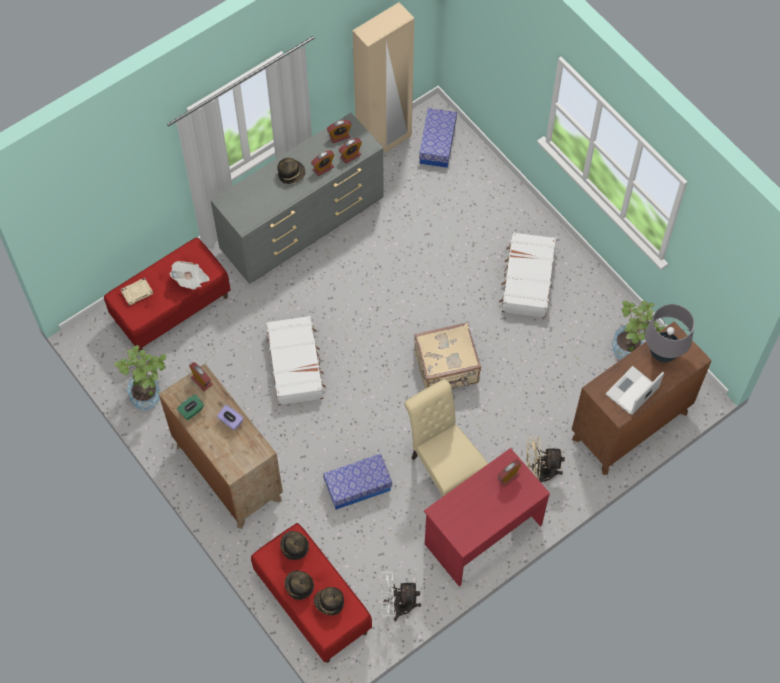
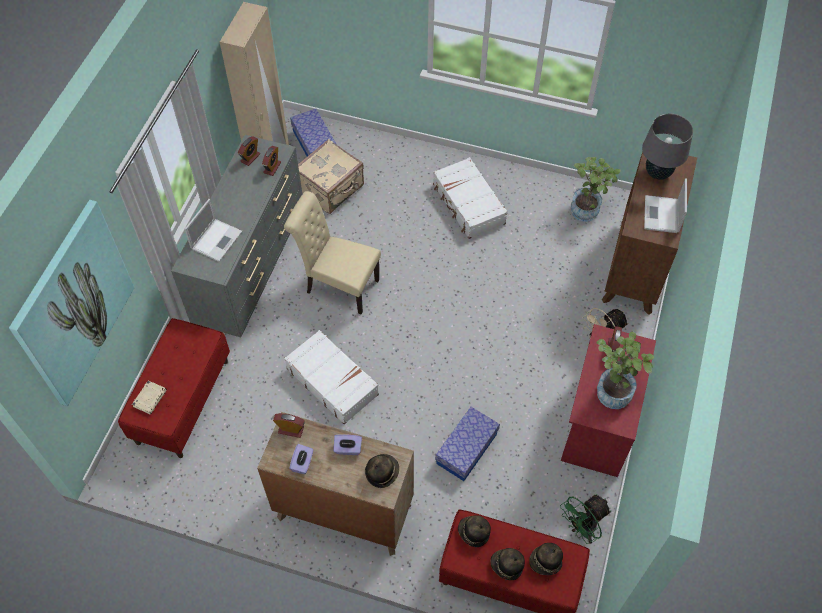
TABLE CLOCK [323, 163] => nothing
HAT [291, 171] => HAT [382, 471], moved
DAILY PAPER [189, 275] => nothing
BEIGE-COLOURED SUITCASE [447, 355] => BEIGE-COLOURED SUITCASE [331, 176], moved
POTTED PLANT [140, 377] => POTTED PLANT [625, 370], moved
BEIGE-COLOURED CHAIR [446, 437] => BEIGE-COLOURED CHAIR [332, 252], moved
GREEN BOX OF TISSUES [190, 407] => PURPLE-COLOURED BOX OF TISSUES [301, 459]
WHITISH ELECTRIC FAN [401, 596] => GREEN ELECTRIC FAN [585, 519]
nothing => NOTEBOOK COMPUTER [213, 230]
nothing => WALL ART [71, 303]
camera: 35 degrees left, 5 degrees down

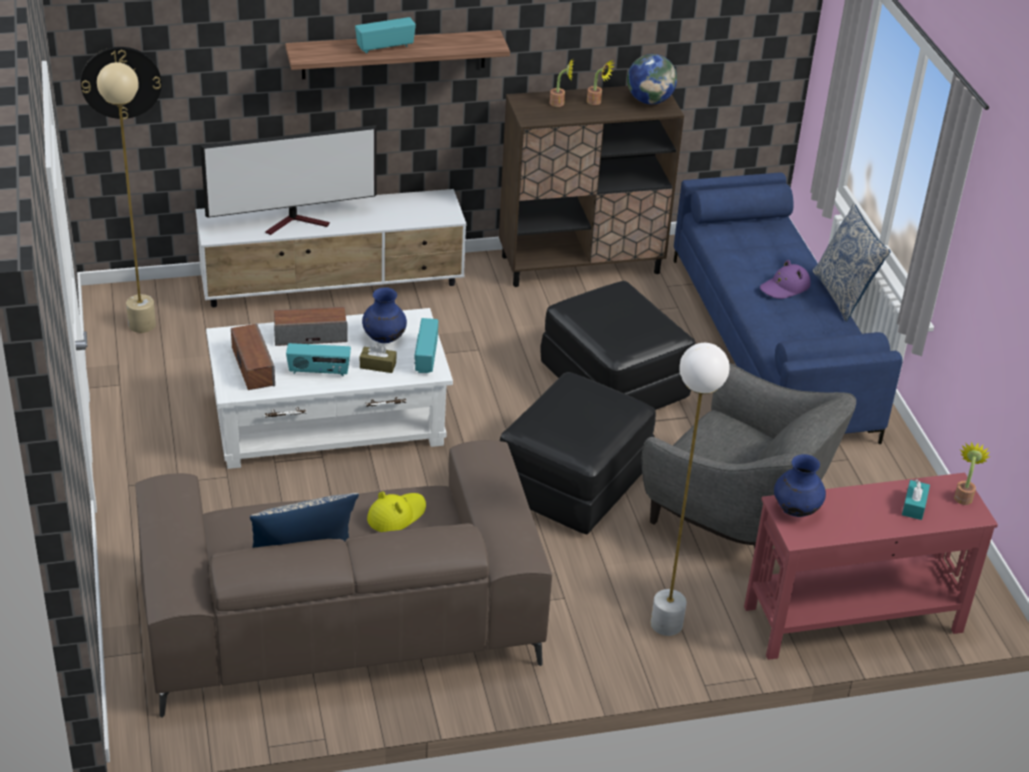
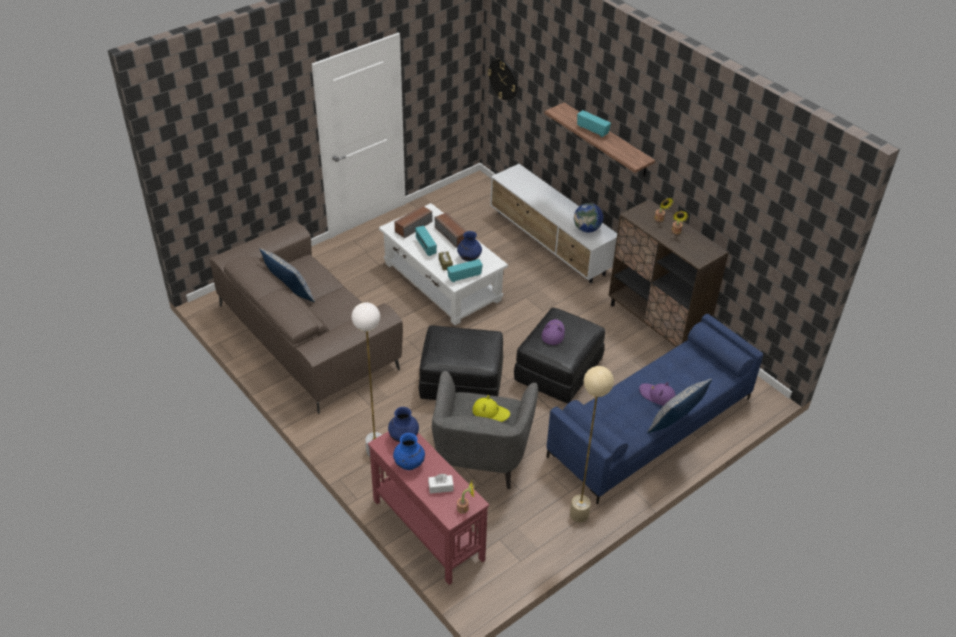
DESK GLOBE [652, 79] => DESK GLOBE [588, 218], moved
BEIGE-COLOURED FLOOR LAMP [126, 197] => BEIGE-COLOURED FLOOR LAMP [592, 444], moved
TV SET [288, 180] => nothing
TURQUOISE-COLOURED BOX OF TISSUES [916, 499] => WHITISH BOX OF TISSUES [441, 484]
YELLOW HAT [396, 511] => YELLOW HAT [491, 408], moved
nothing => PURPLE-COLOURED HAT [553, 332]
nothing => BLUE DECORATIVE VASE [409, 451]
camera: 65 degrees right, 5 degrees up

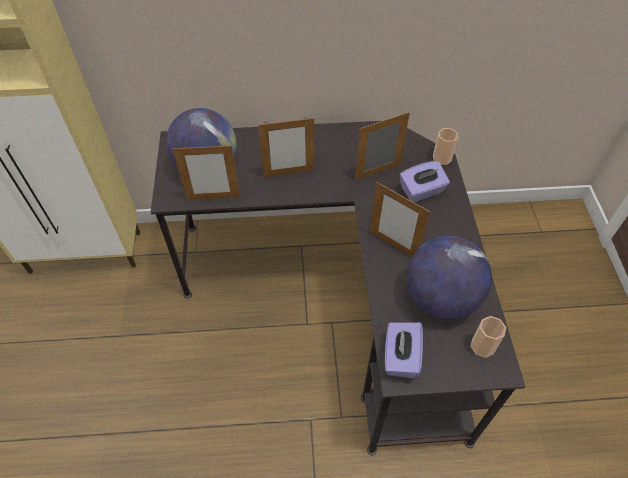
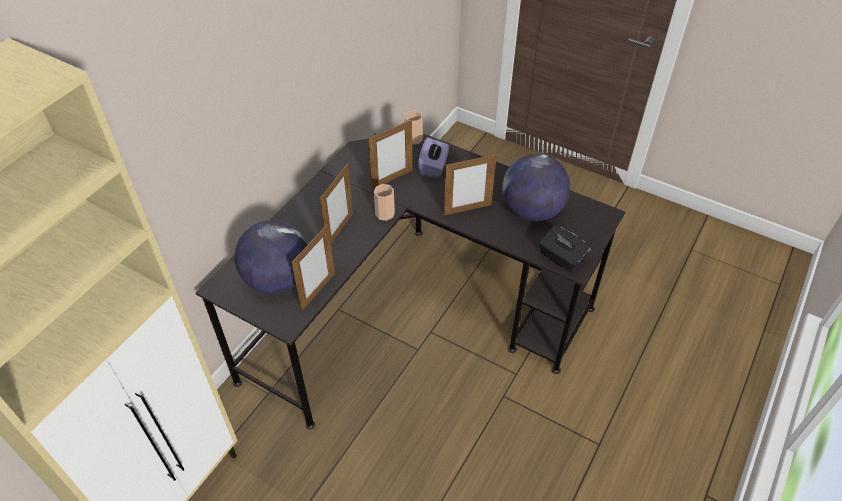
PHOTO FRAME [382, 146] => PHOTO FRAME [390, 154], 135 degrees counterclockwise
DRINKING CUP [488, 337] => DRINKING CUP [384, 202], moved
PURPLE-COLOURED BOX OF TISSUES [404, 351] => BLACK-COLOURED BOX OF TISSUES [565, 248]
camera: 55 degrees left, 5 degrees down

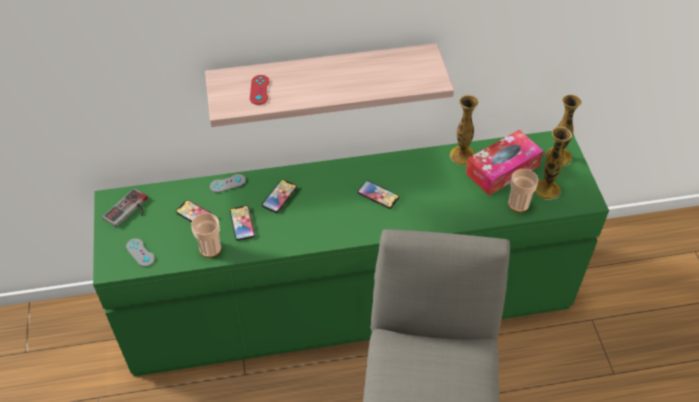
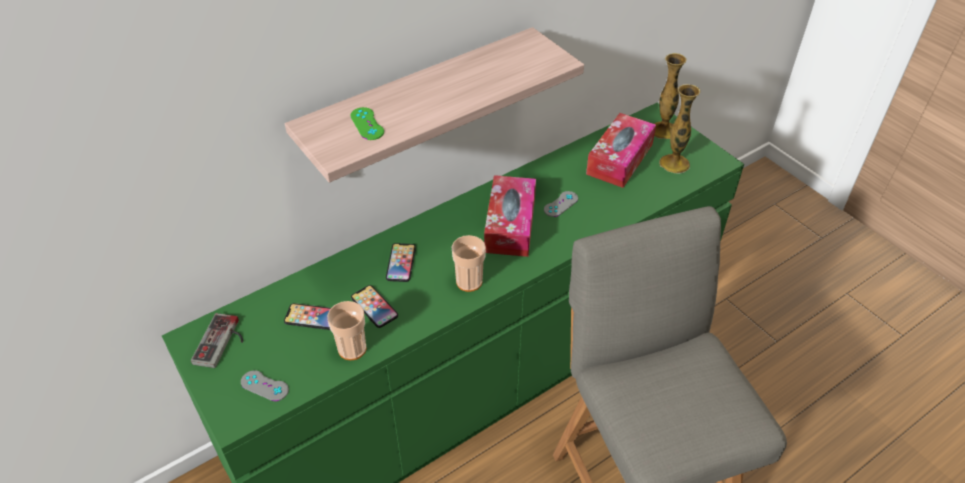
RED JOYPAD [260, 90] => GREEN JOYPAD [367, 123]
DECORATIVE VASE [464, 130] => nothing
DRINKING CUP [523, 190] => DRINKING CUP [469, 263], moved
GREYISH JOYPAD [228, 183] => GREYISH JOYPAD [561, 204], moved
HANDSET [378, 194] => BOX OF TISSUES [510, 216]
camera: 25 degrees left, 5 degrees down

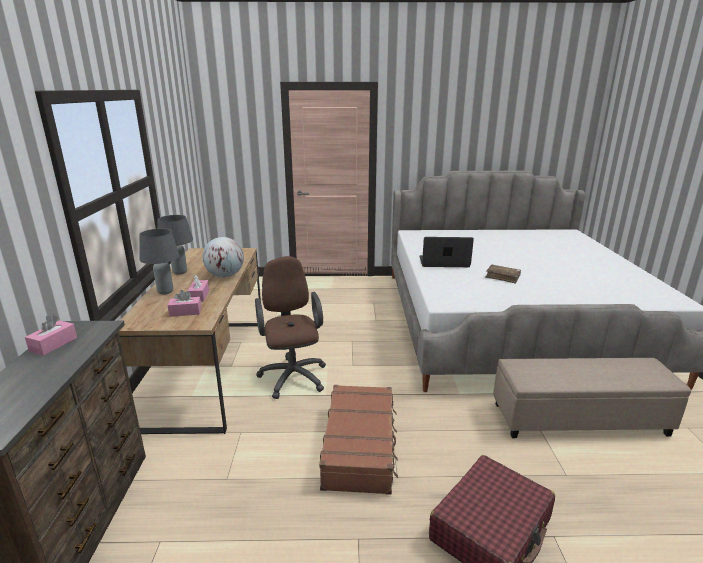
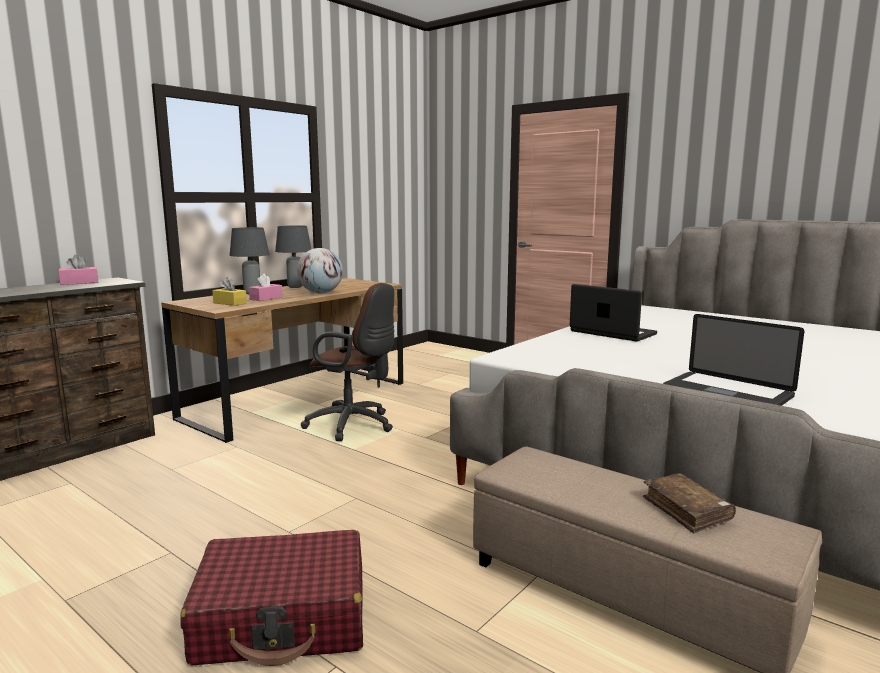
BROWN-COLOURED DESK CHAIR [290, 327] => BROWN-COLOURED DESK CHAIR [347, 362], 90 degrees clockwise
BROWN-COLOURED BOUND BOOK [503, 274] => BROWN-COLOURED BOUND BOOK [689, 503], moved
PINK BOX OF TISSUES [184, 303] => YELLOW BOX OF TISSUES [229, 292]
BROWN-COLOURED SUITCASE [358, 440] => nothing
nothing => NOTEBOOK COMPUTER [733, 360]
camera: 40 degrees right, 10 degrees down

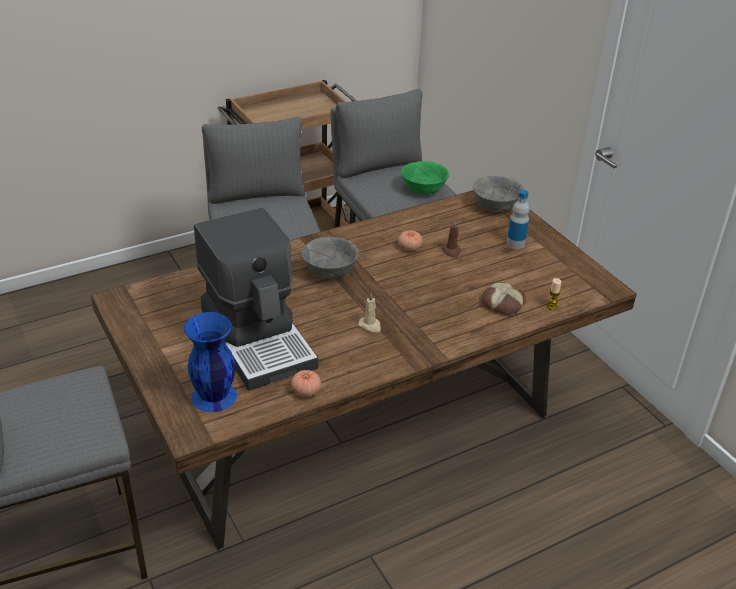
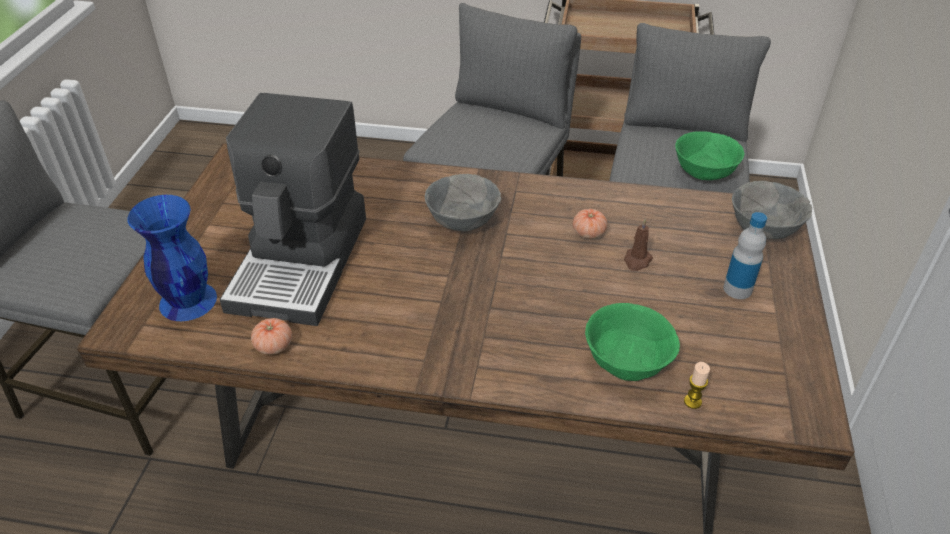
BAKERY BREAD [504, 298] => GREEN DEEP DISH [632, 342]
BEIGE-COLOURED WAX LIGHT [369, 312] => nothing
camera: 40 degrees right, 5 degrees up

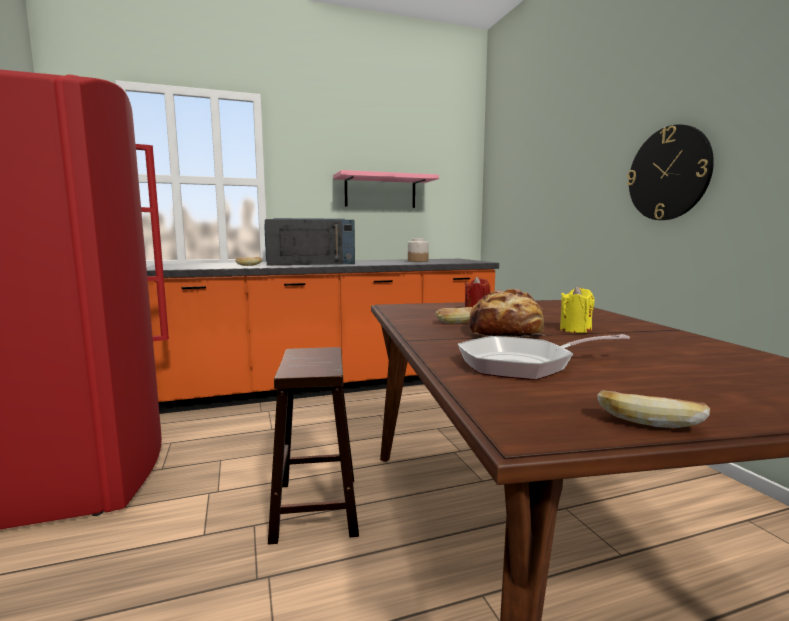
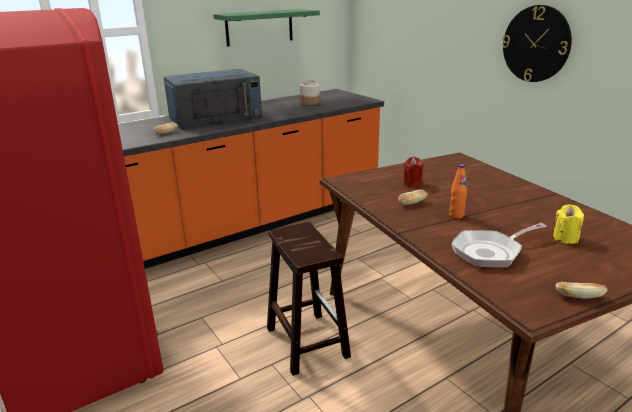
PINK SHELF [386, 189] => GREEN SHELF [266, 27]
YELLOW WAX LIGHT [577, 309] => YELLOW WAX LIGHT [568, 224], moved
BAKERY BREAD [507, 313] => ORANGEY DRINK BOTTLE [458, 191]
camera: 15 degrees left, 15 degrees up

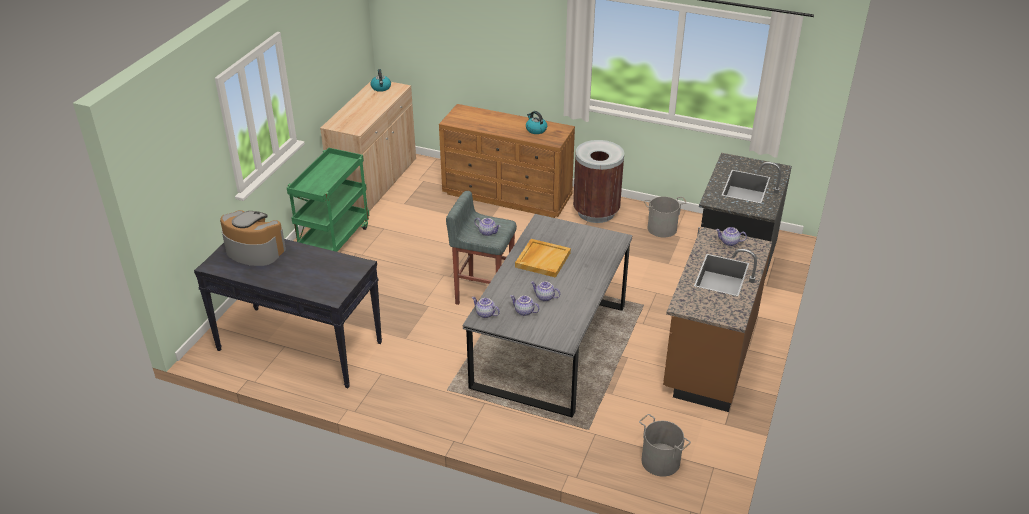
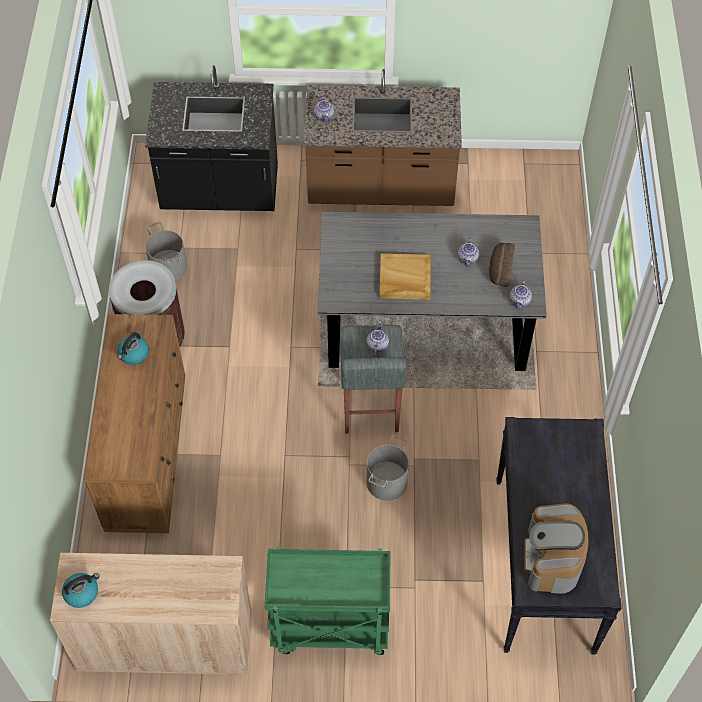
POT FOR TEA [525, 305] => BAKERY BREAD [502, 265]
GREYISH WATER BUCKET [665, 445] => GREYISH WATER BUCKET [387, 468], moved
camera: 110 degrees left, 20 degrees up

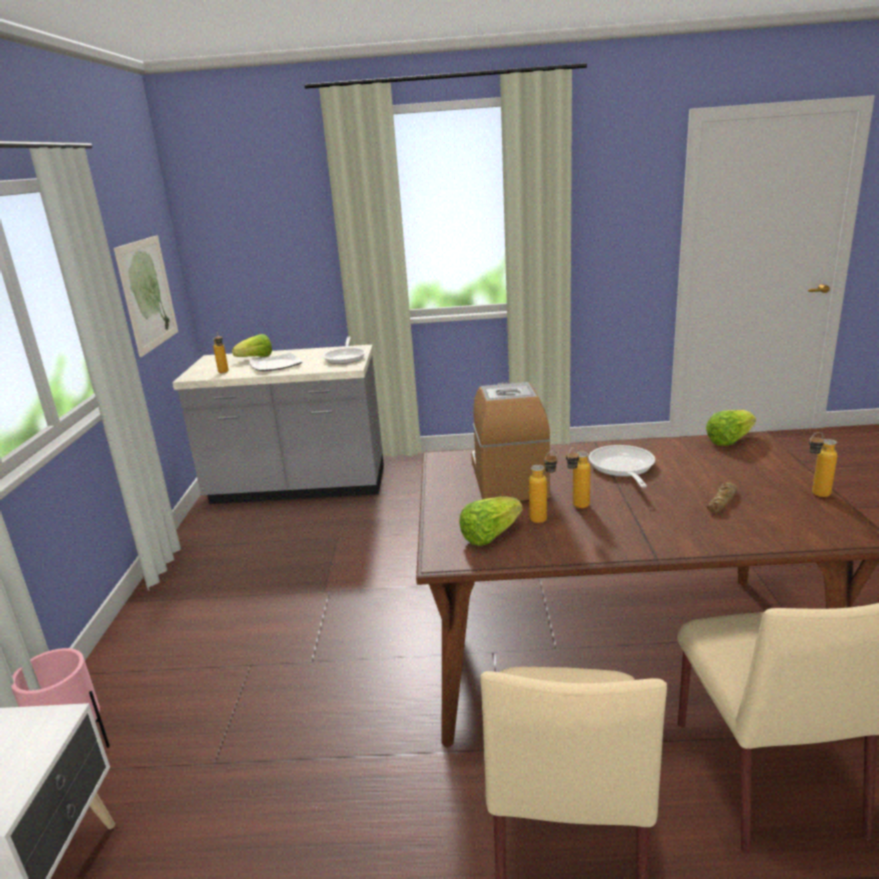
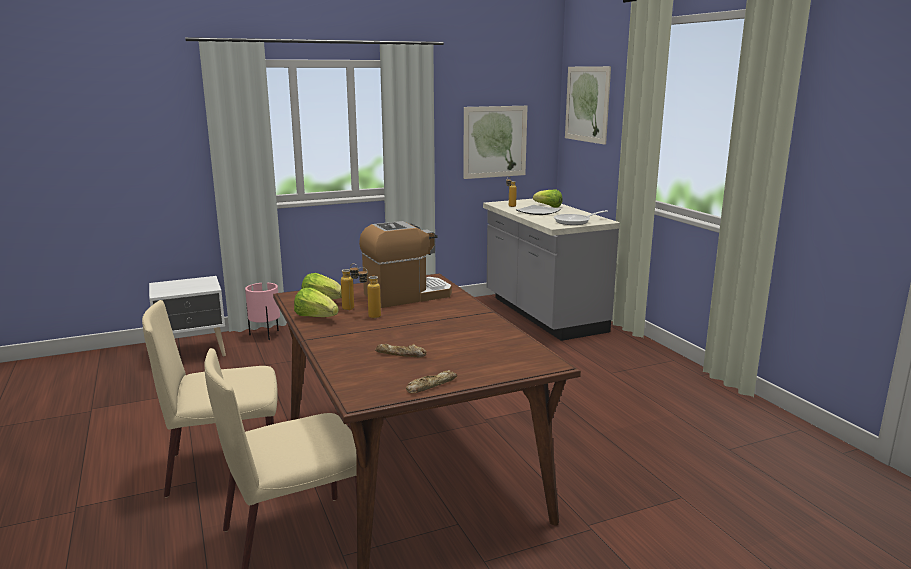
LETTUCE [731, 428] => LETTUCE [316, 302], moved
DRINK BOTTLE [823, 464] => BAKERY BREAD [431, 381]
PAN [621, 466] => nothing
nothing => WALL ART [588, 105]
camera: 65 degrees right, 5 degrees down

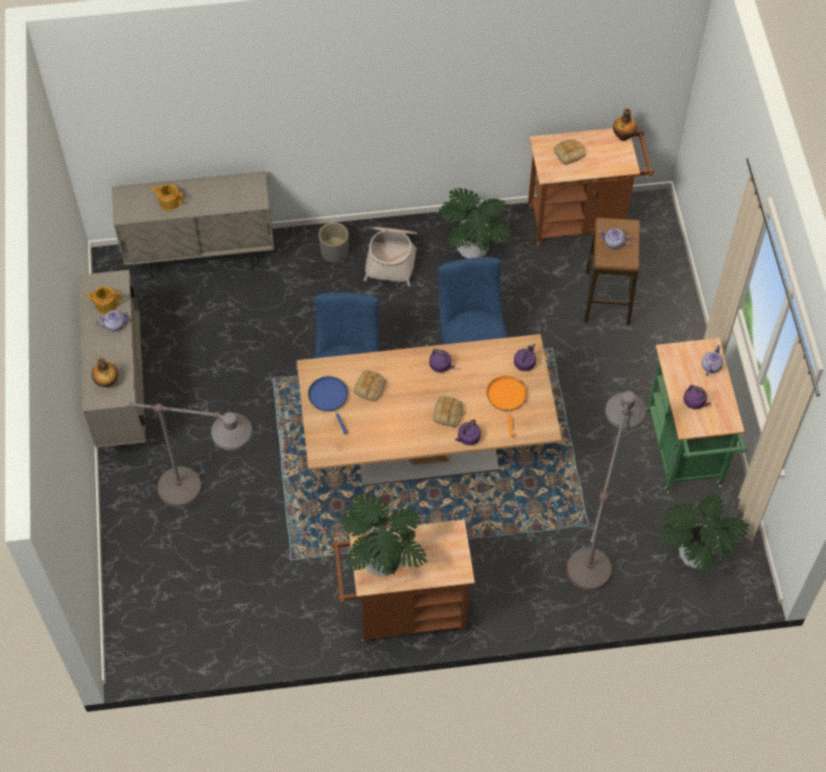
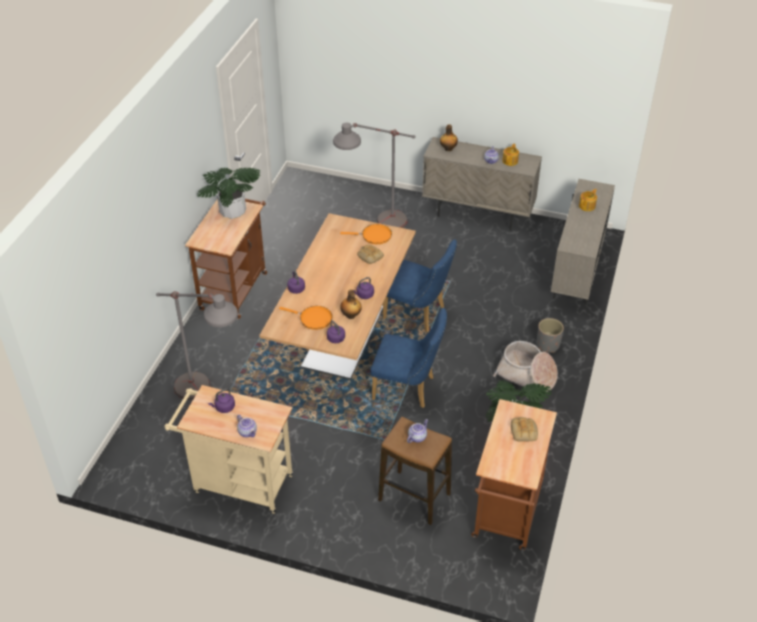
DRINK BOTTLE [625, 124] => DRINK BOTTLE [351, 304], moved
GREEN CART [696, 415] => BEIGE-COLOURED CART [229, 449]
BLUE PAN [328, 405] => ORANGEY PAN [366, 234]
BAKERY BREAD [448, 411] => nothing
POTTED PLANT [704, 533] => nothing
camera: 115 degrees right, 15 degrees down

